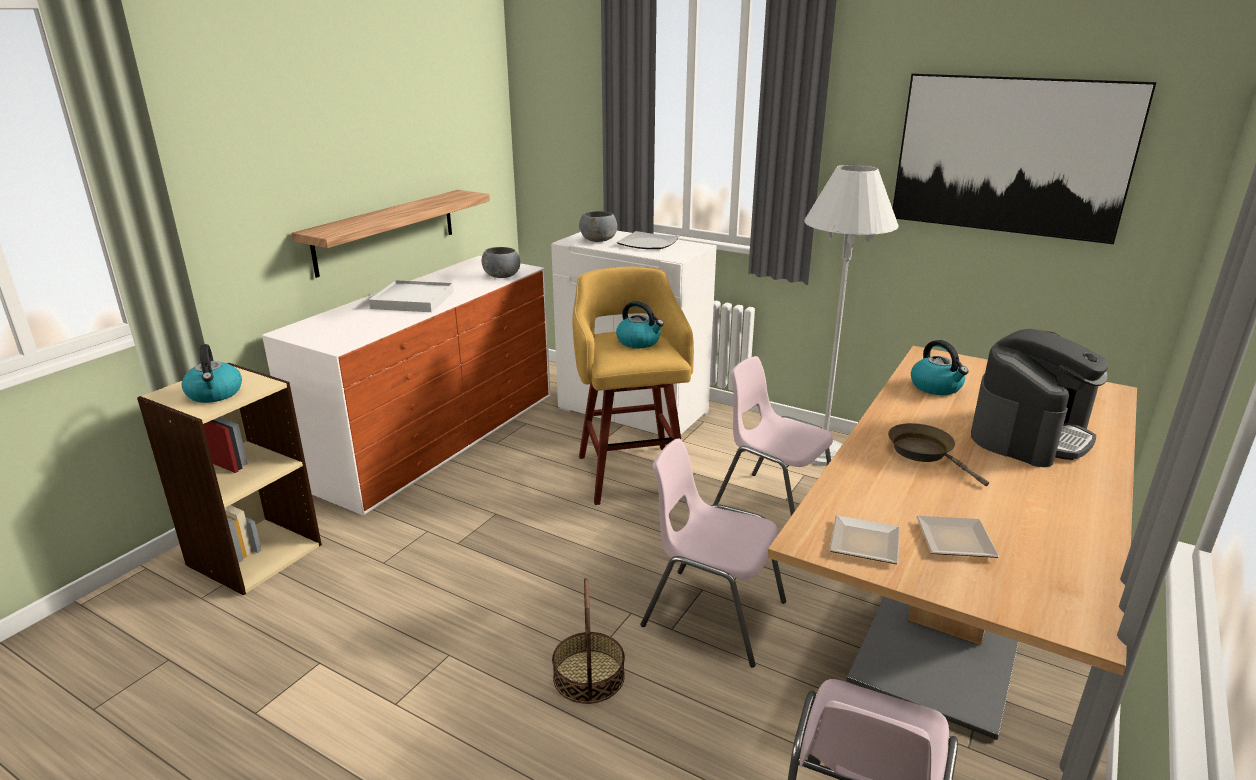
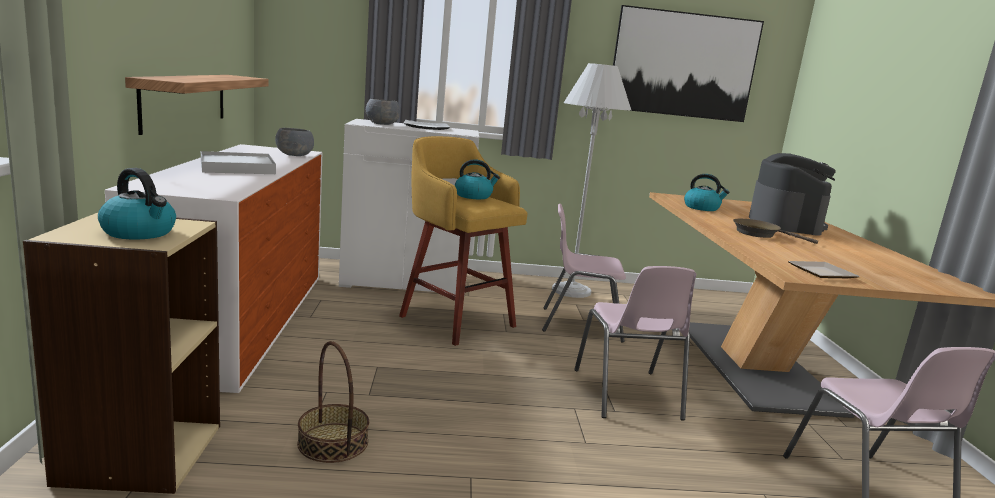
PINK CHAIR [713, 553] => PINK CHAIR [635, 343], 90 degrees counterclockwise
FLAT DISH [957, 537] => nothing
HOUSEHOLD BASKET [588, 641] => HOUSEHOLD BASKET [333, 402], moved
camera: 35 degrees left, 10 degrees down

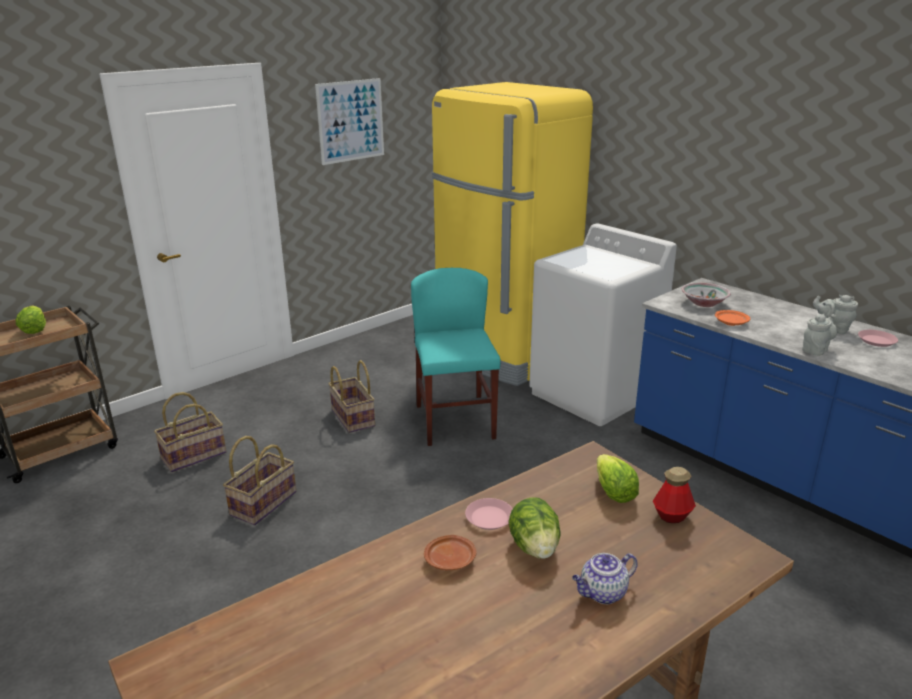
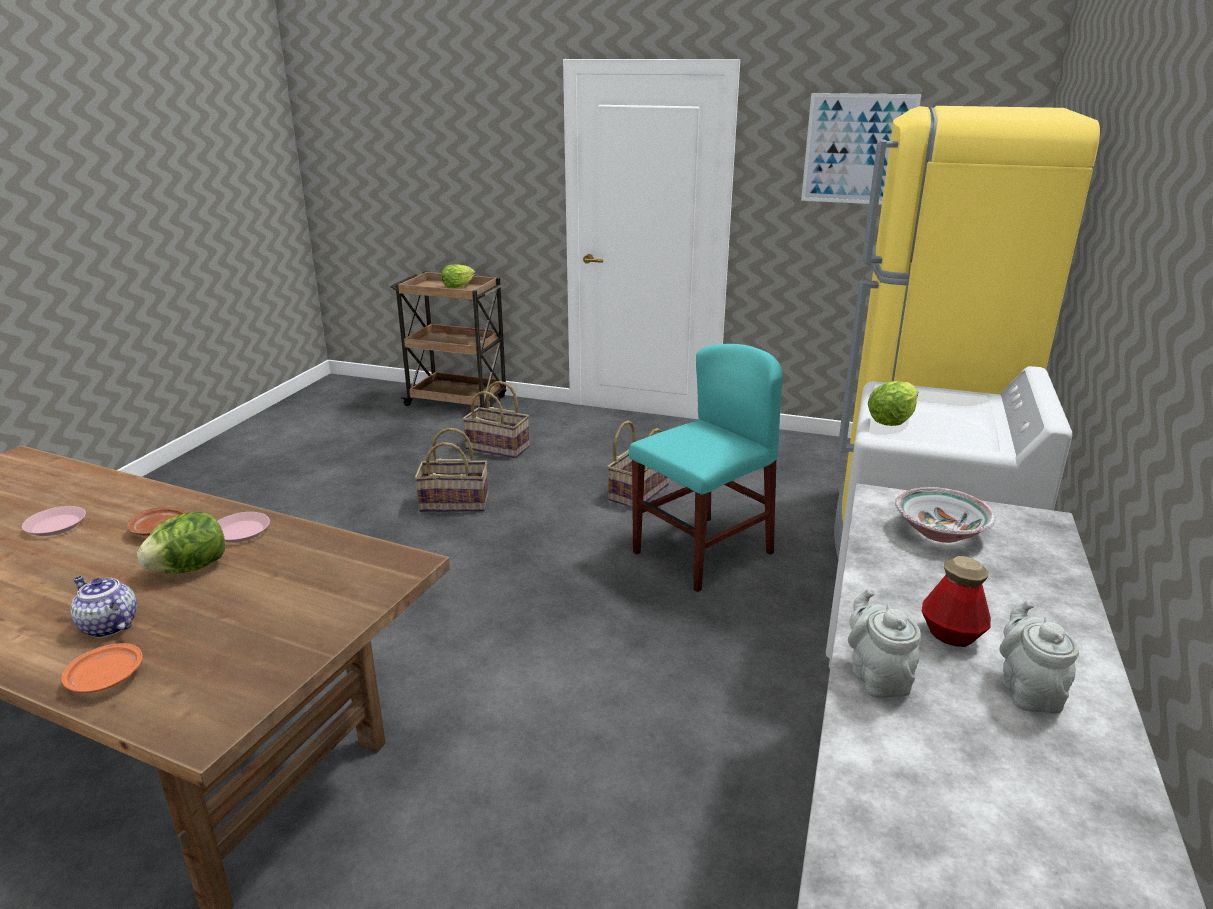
ORANGEY FLAT DISH [732, 318] => ORANGEY FLAT DISH [102, 668], moved
GREYISH POT FOR TEA [819, 335] => GREYISH POT FOR TEA [884, 643], 120 degrees counterclockwise
PINK FLAT DISH [878, 338] => PINK FLAT DISH [54, 521], moved
LETTUCE [618, 478] => LETTUCE [893, 403], moved
DRINK BOTTLE [674, 495] => DRINK BOTTLE [956, 601], moved
camera: 60 degrees right, 0 degrees up

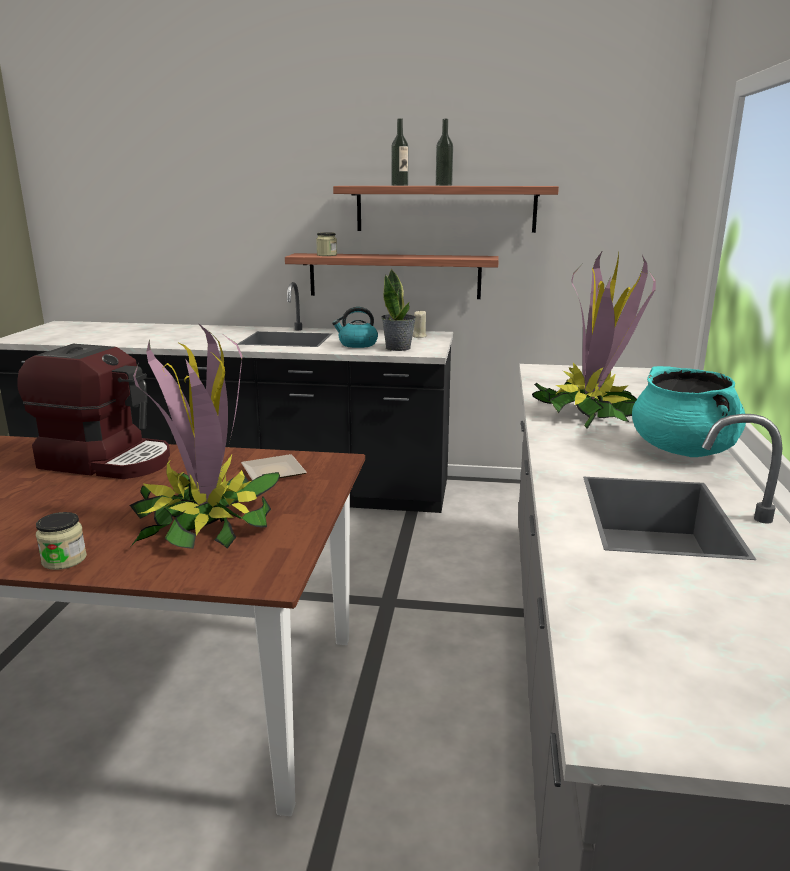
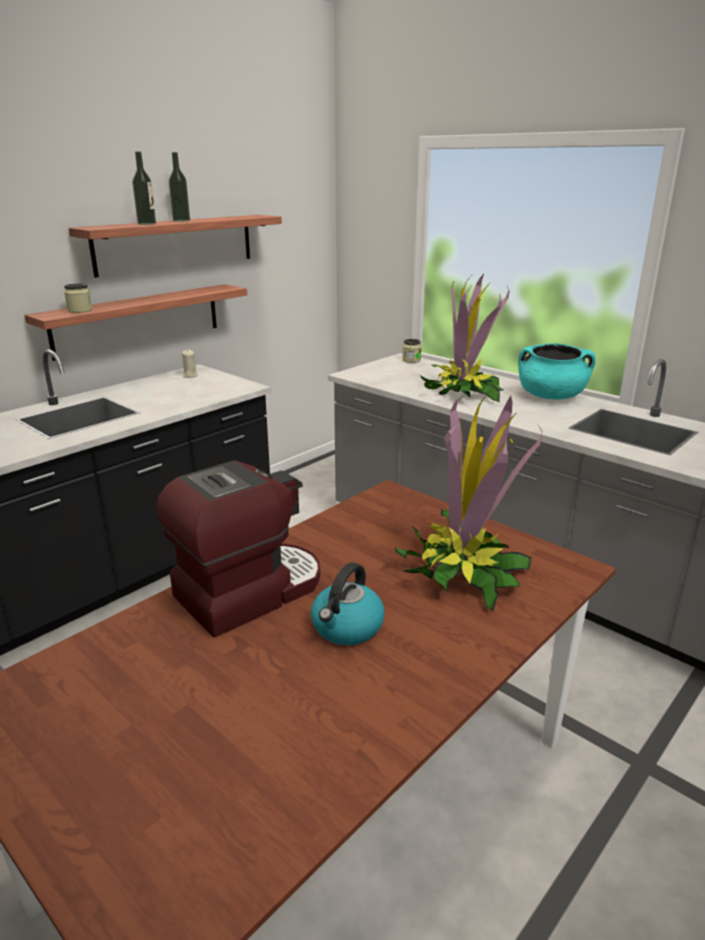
POTTED PLANT [398, 310] => nothing
TEA KETTLE [355, 327] => TEA KETTLE [348, 603], moved
FLAT DISH [274, 467] => nothing
JAR [61, 541] => JAR [412, 351], moved
camera: 55 degrees left, 5 degrees up

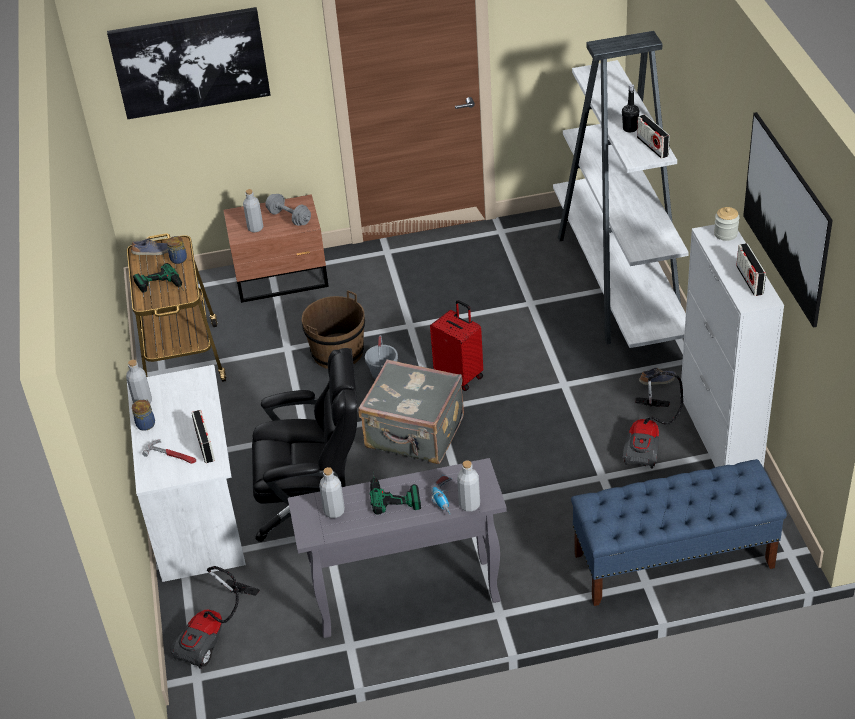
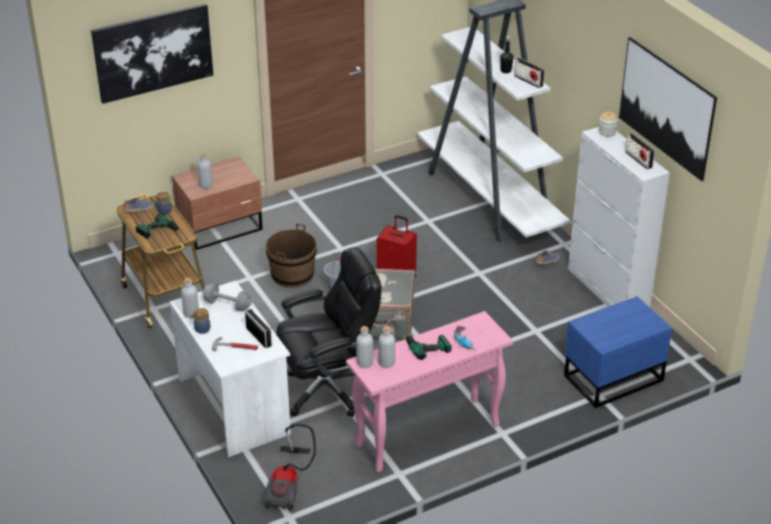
GREYISH HAND WEIGHT [288, 210] => GREYISH HAND WEIGHT [227, 297], moved
VACUUM [652, 420] => nothing
GREYISH NARROW TABLE [397, 548] => PINK NARROW TABLE [429, 391]
BLUE LONG SEAT [679, 532] => BLUE BEDSIDE TABLE [618, 352]
GREYISH DRINK BOTTLE [468, 486] => GREYISH DRINK BOTTLE [364, 347], moved
camera: 20 degrees left, 5 degrees down

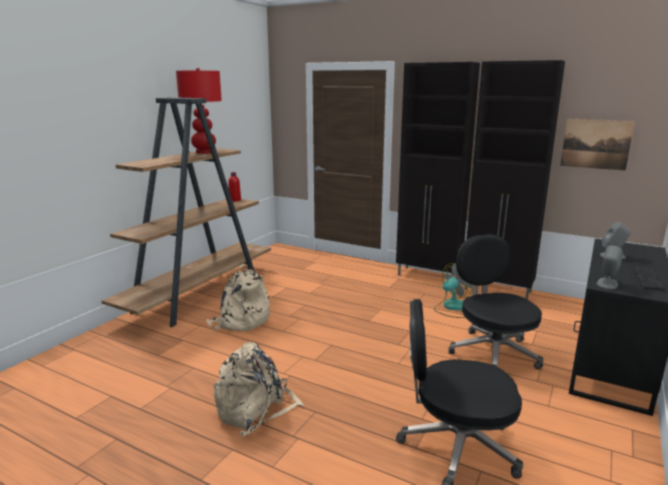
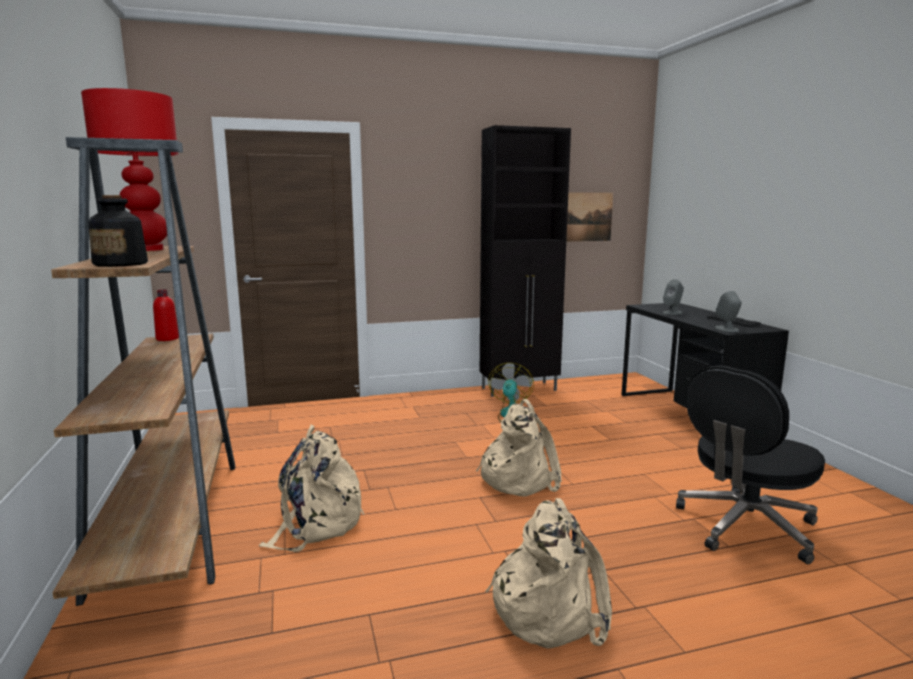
BLACK-COLOURED CUPBOARD [438, 169] => nothing
BLACK-COLOURED DESK CHAIR [495, 302] => nothing
nothing => DRINK BOTTLE [118, 231]
nothing => BEIGE-COLOURED KNAPSACK [519, 448]
camera: 45 degrees left, 5 degrees down

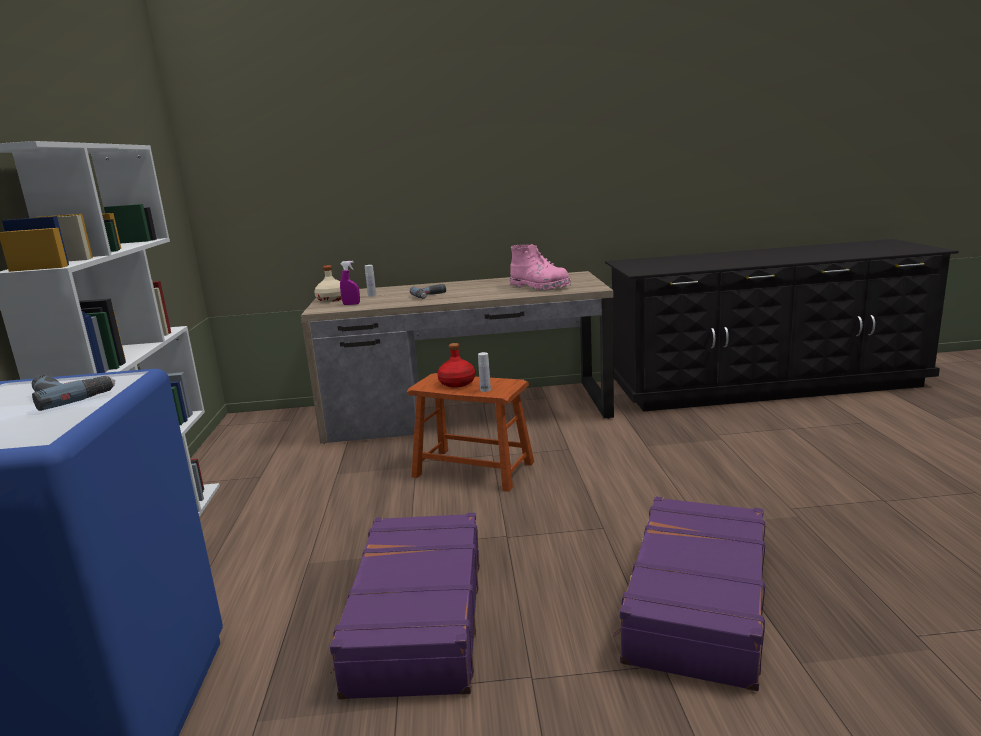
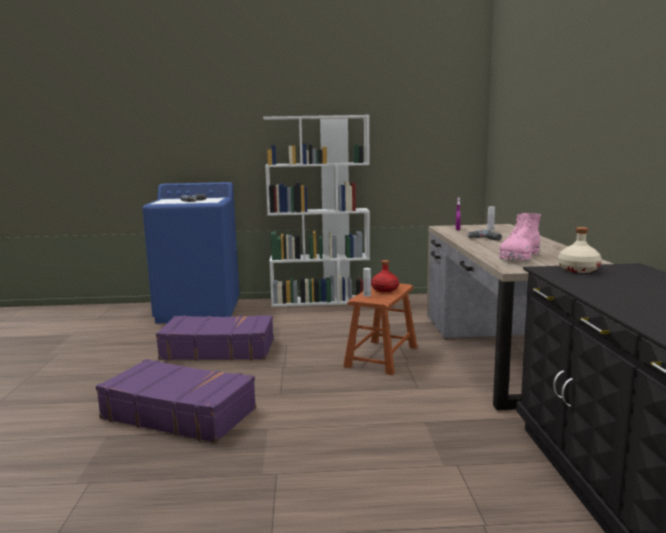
BEIGE-COLOURED DRINK BOTTLE [328, 283] => BEIGE-COLOURED DRINK BOTTLE [580, 250], moved
camera: 90 degrees right, 5 degrees down

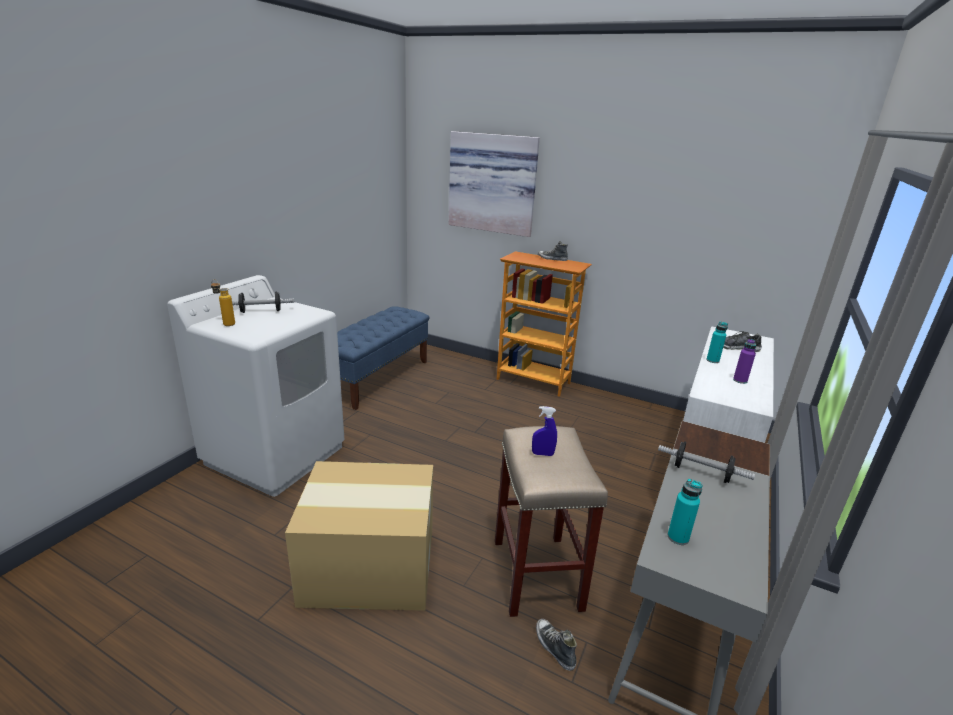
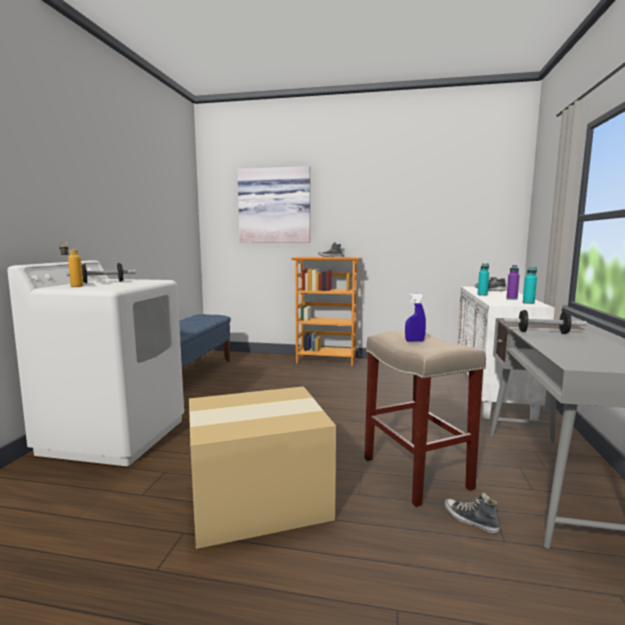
TURQUOISE-COLOURED DRINK BOTTLE [685, 512] => TURQUOISE-COLOURED DRINK BOTTLE [530, 285], moved
camera: 15 degrees left, 15 degrees down

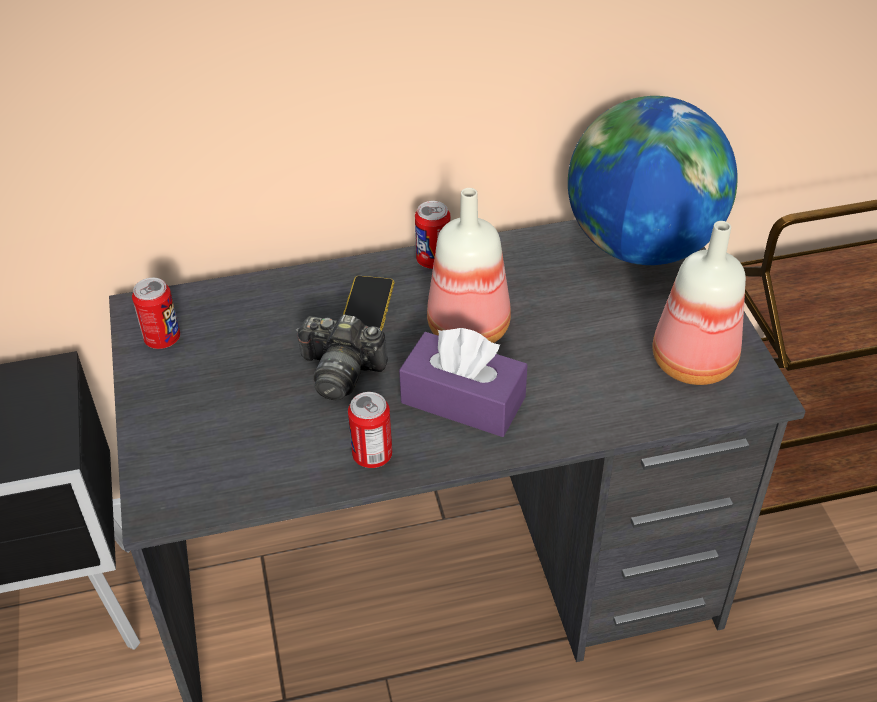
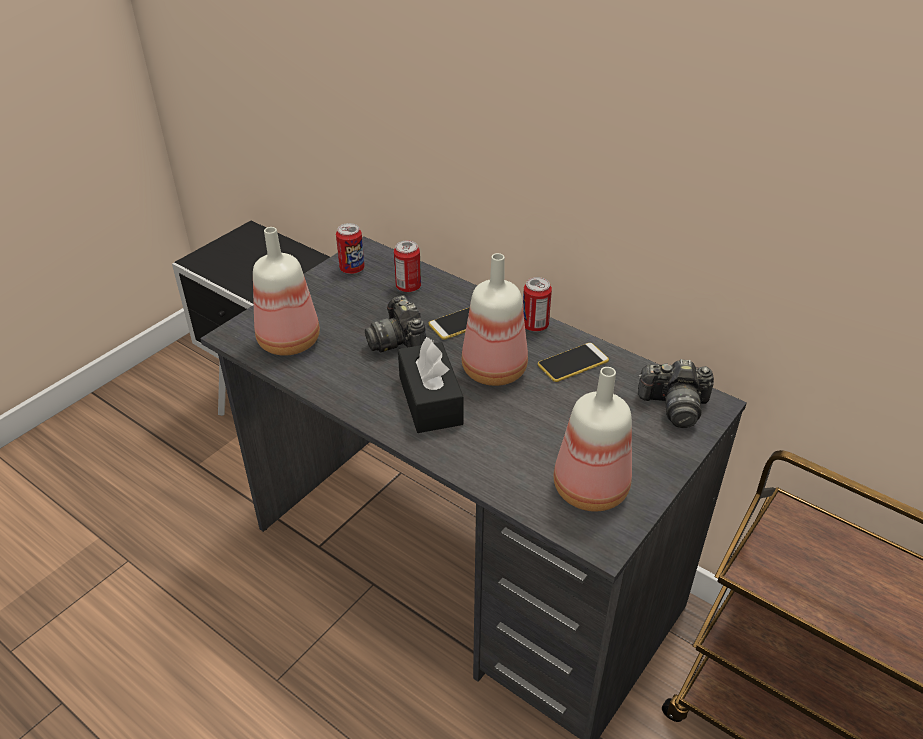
DESK GLOBE [653, 180] => STILL CAMERA [676, 393]
PURPLE-COLOURED BOX OF TISSUES [463, 382] => BLACK-COLOURED BOX OF TISSUES [431, 385]
CAN [370, 430] => CAN [407, 266], moved
nothing => DRINK BOTTLE [286, 291]
nothing => HANDSET [573, 362]
camera: 50 degrees right, 5 degrees down

